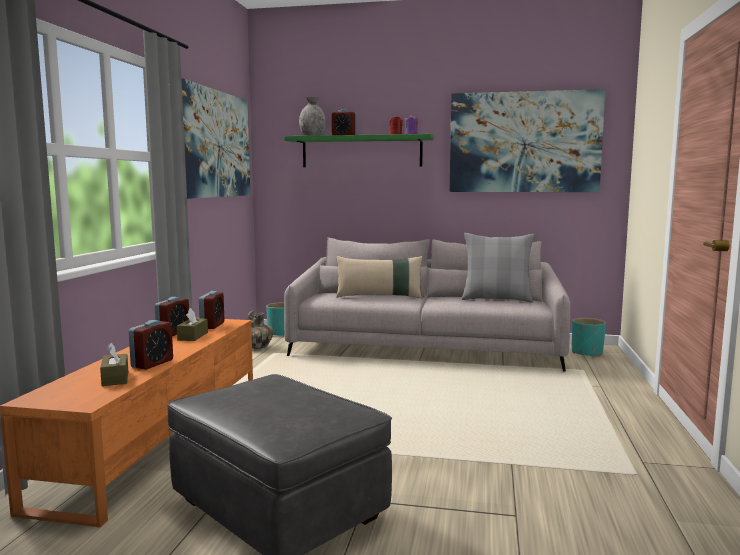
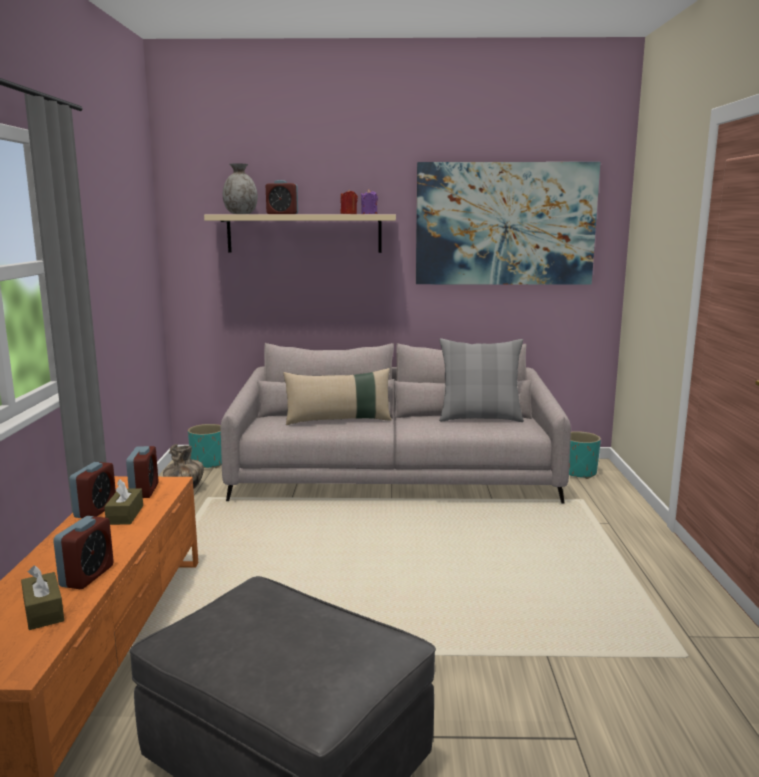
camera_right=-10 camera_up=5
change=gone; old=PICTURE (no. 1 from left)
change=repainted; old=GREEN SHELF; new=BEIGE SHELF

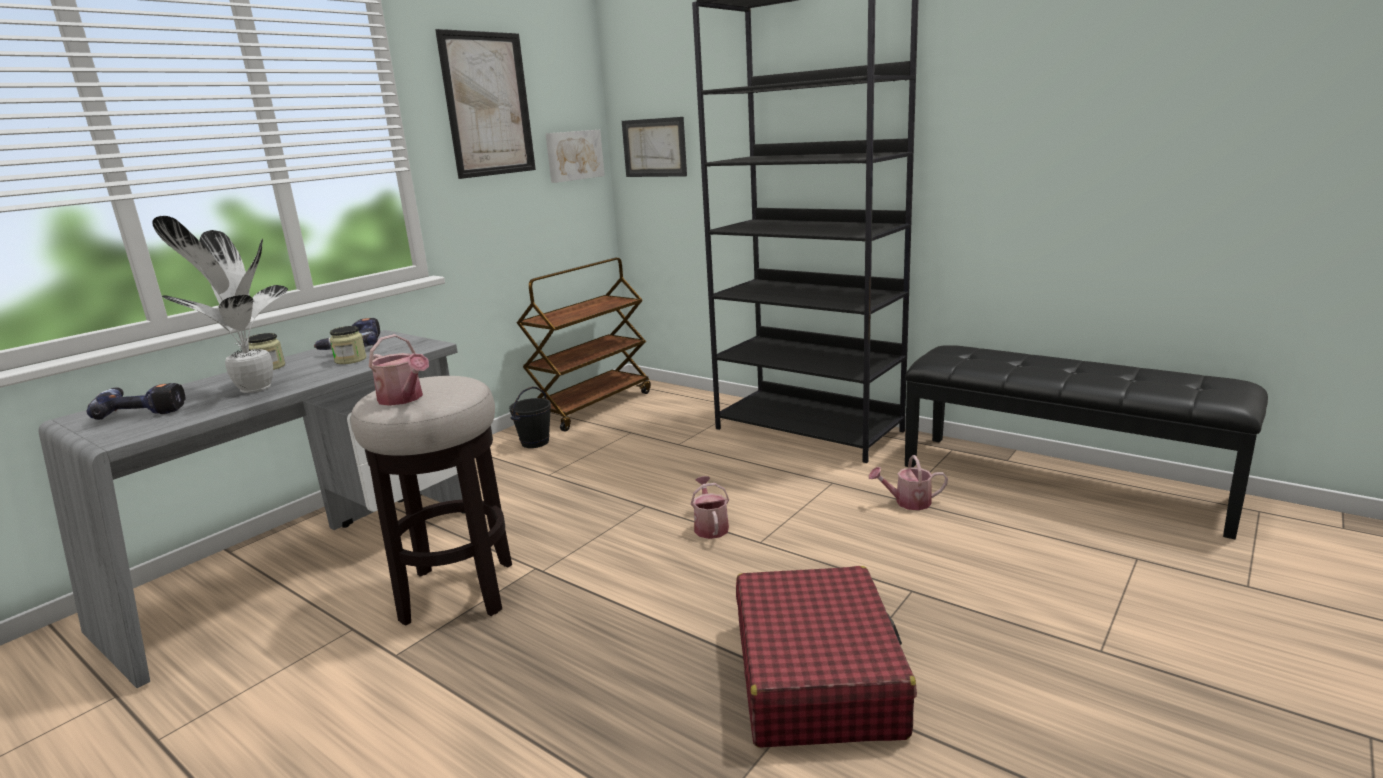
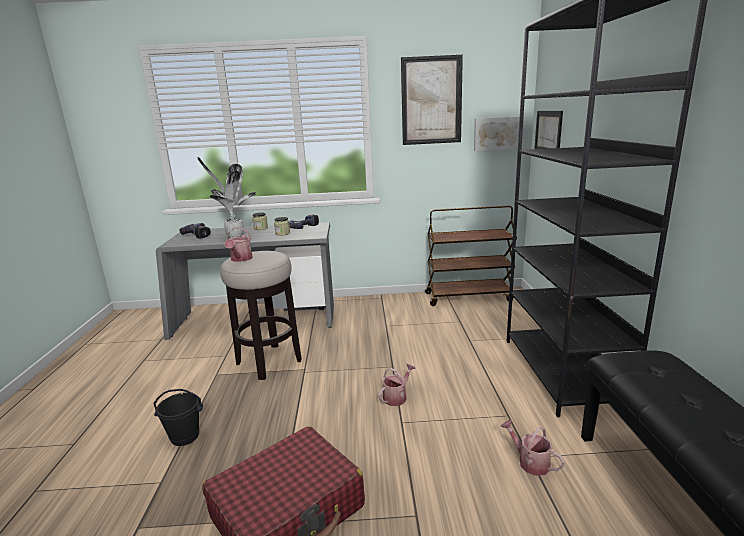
camera_right=50 camera_up=0
change=shifted; old=BLACK BUCKET

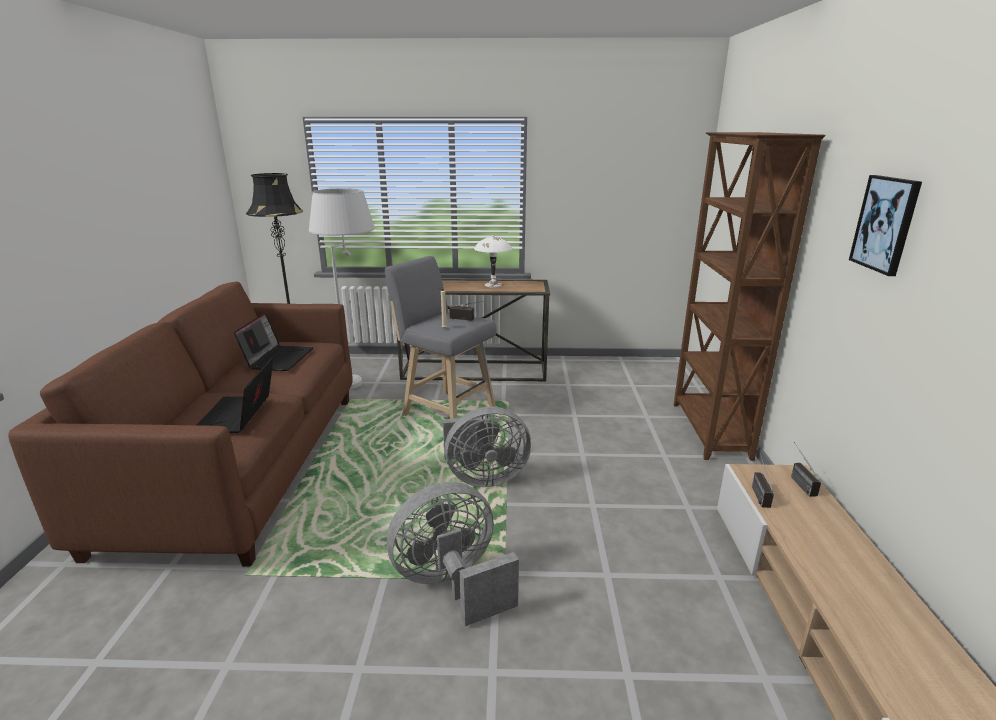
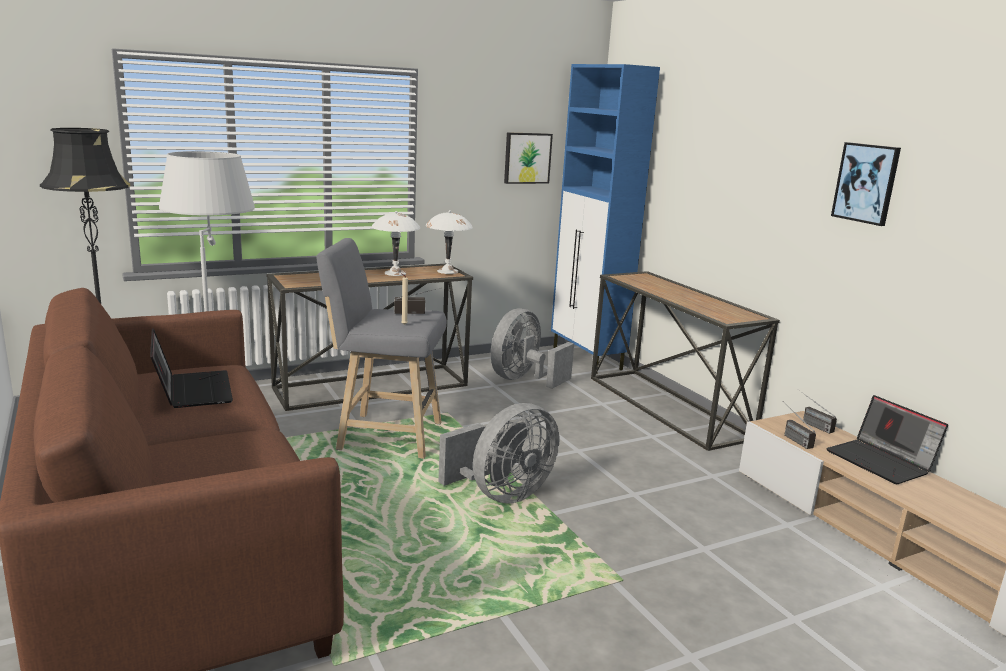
camera_right=-30 camera_up=-5
change=shifted; old=LAPTOP (no. 1 from left in the first image); new=LAPTOP (no. 2 from left)
change=shifted; old=GREY FAN (no. 1 from left in the first image); new=GREY FAN (no. 2 from left)
change=swapped; old=BROWN BOOKCASE; new=CONSOLE TABLE (no. 2 from left)
change=new; new=WHITE TABLE LAMP (no. 2 from left)
change=new; new=PICTURE (no. 1 from left)
change=new; new=BLUE CABINET

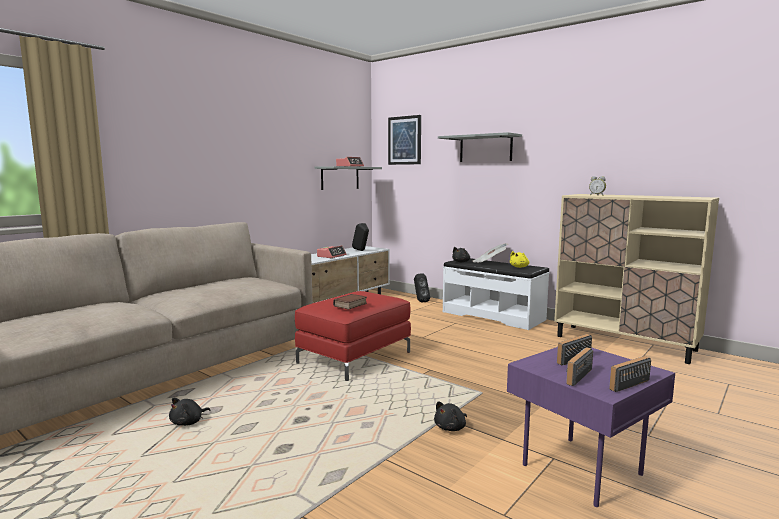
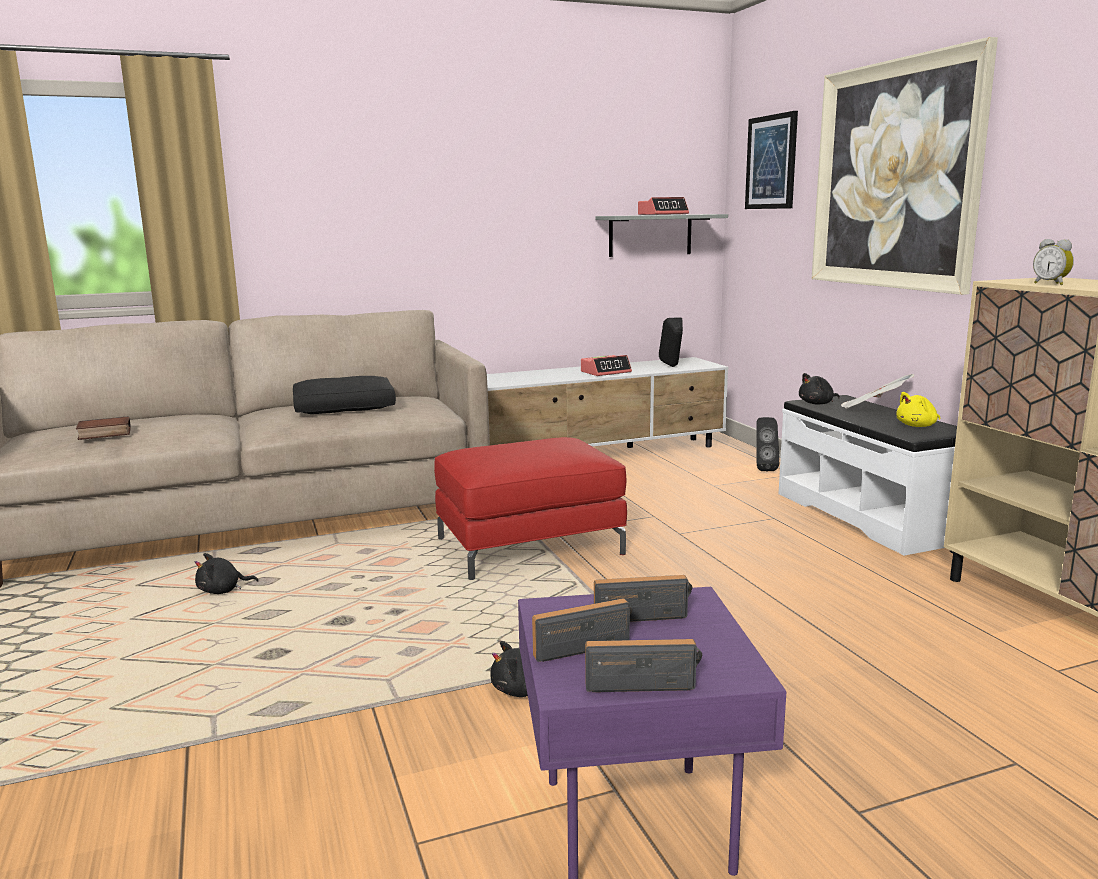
camera_right=30 camera_up=5
change=shifted; old=BOOK
change=swapped; old=GREY SHELF (no. 2 from left); new=PICTURE (no. 2 from left)
change=new; new=BLACK PILLOW

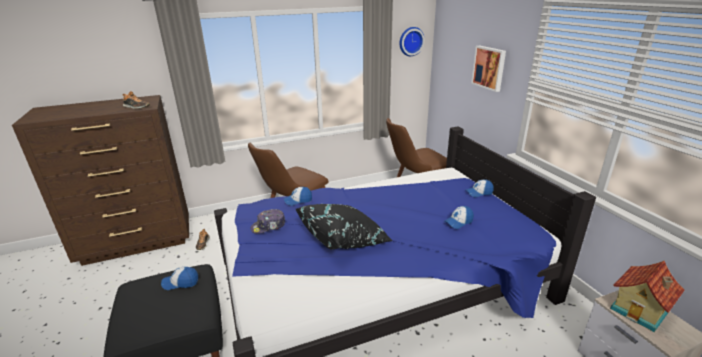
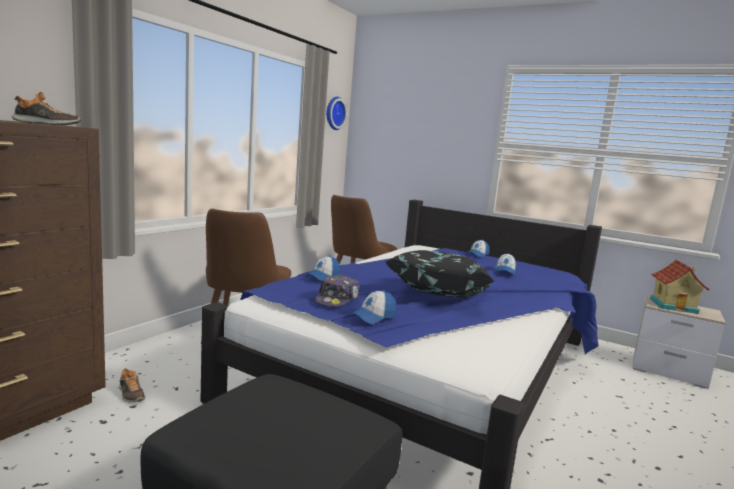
camera_right=-40 camera_up=-15
change=shifted; old=CAP (no. 1 from left in the first image); new=CAP (no. 3 from left)
change=gone; old=PICTURE

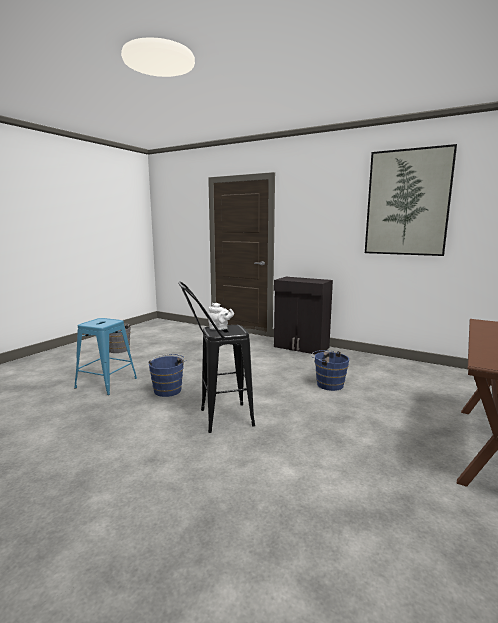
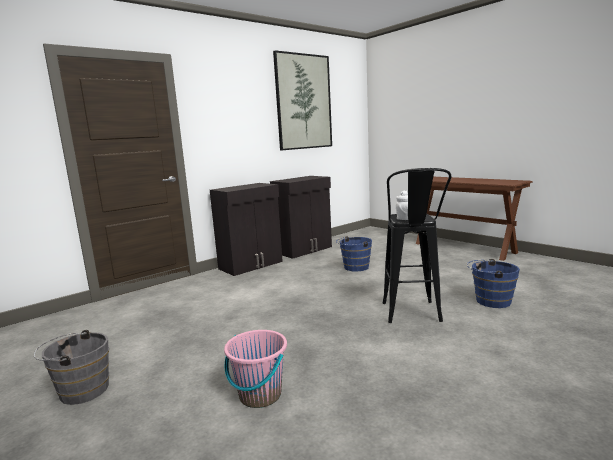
camera_right=-70 camera_up=0
change=swapped; old=BLUE STOOL; new=PINK BUCKET
change=shifted; old=BLUE BUCKET (no. 1 from left in the first image); new=BLUE BUCKET (no. 2 from left)
change=new; new=BLACK CABINET (no. 2 from left)

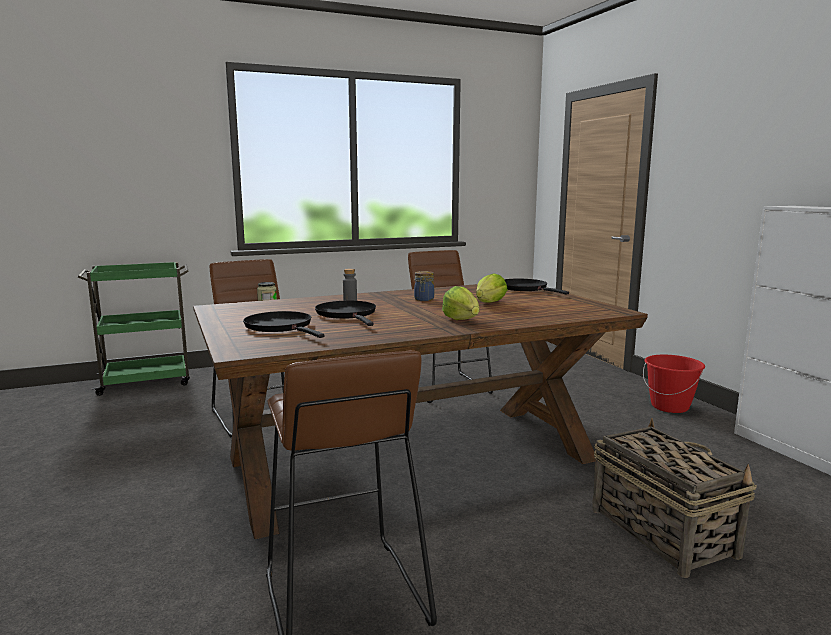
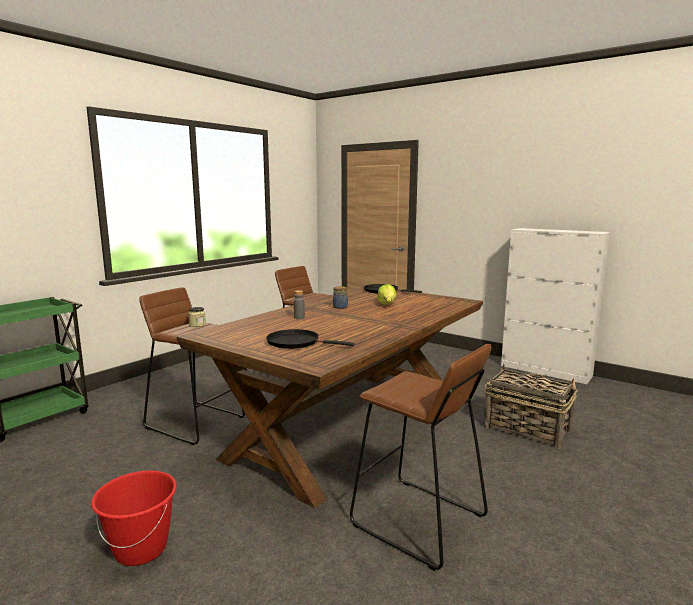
camera_right=-30 camera_up=0
change=gone; old=BLACK FRYING PAN (no. 2 from left)
change=gone; old=LETTUCE (no. 1 from left)
change=shifted; old=RED BUCKET

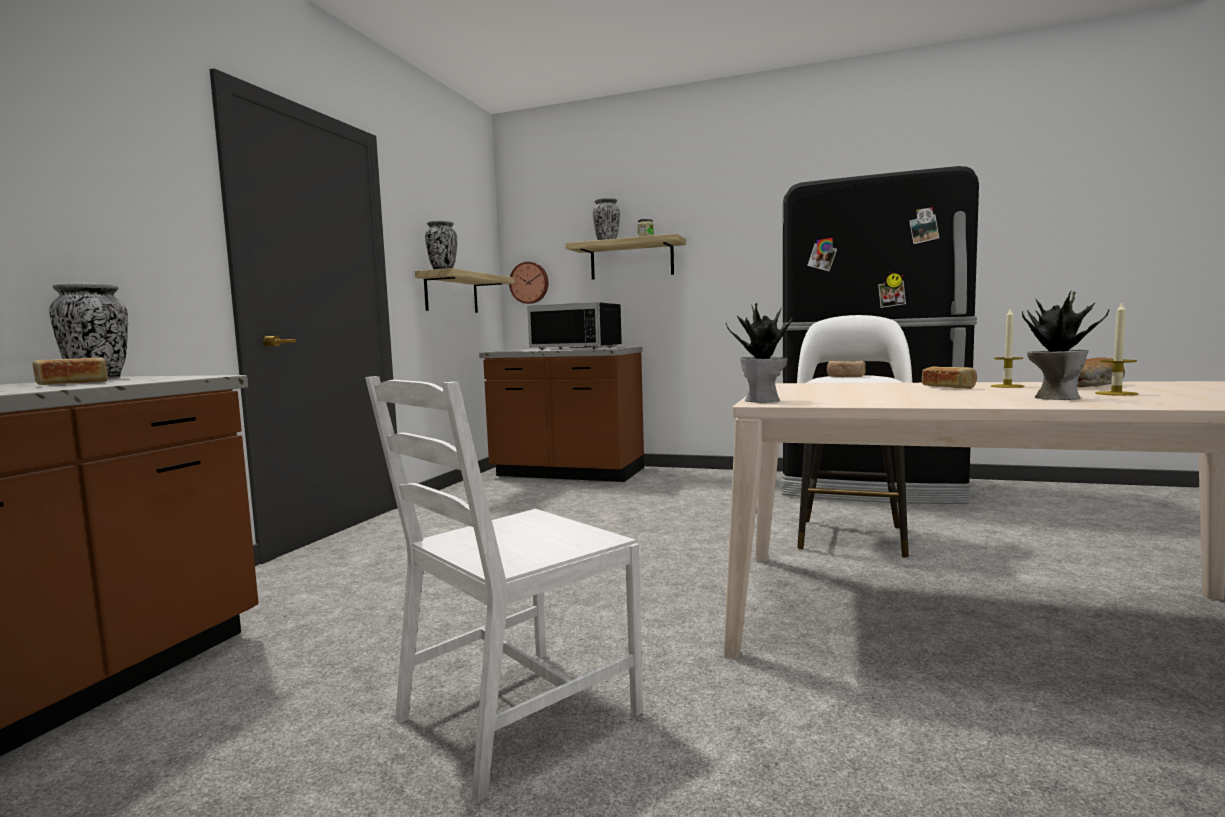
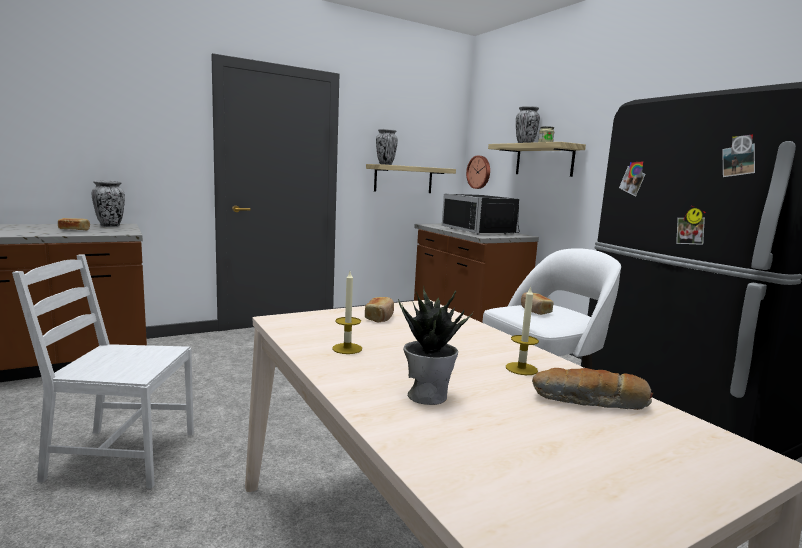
camera_right=40 camera_up=5
change=gone; old=POTTED PLANT (no. 1 from left)
change=shifted; old=BREAD (no. 3 from left in the first image); new=BREAD (no. 2 from left)
change=shifted; old=CANDLE (no. 2 from left in the first image); new=CANDLE (no. 1 from left)

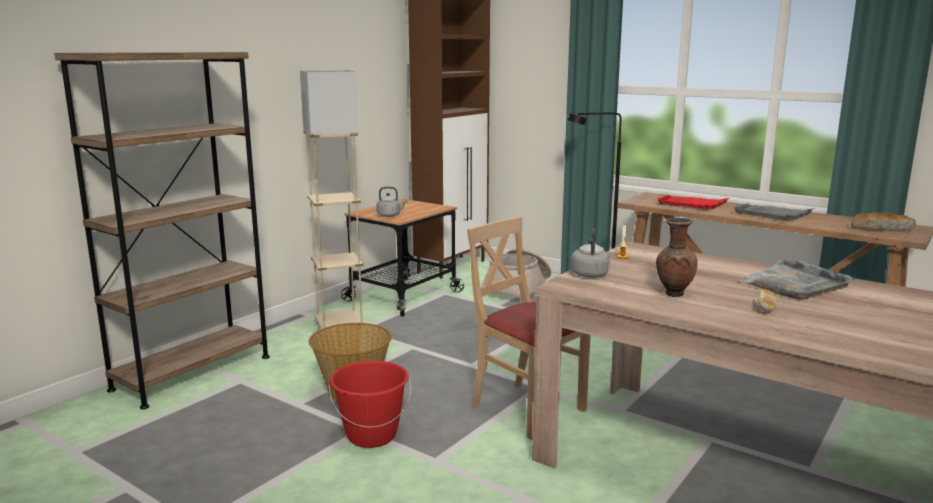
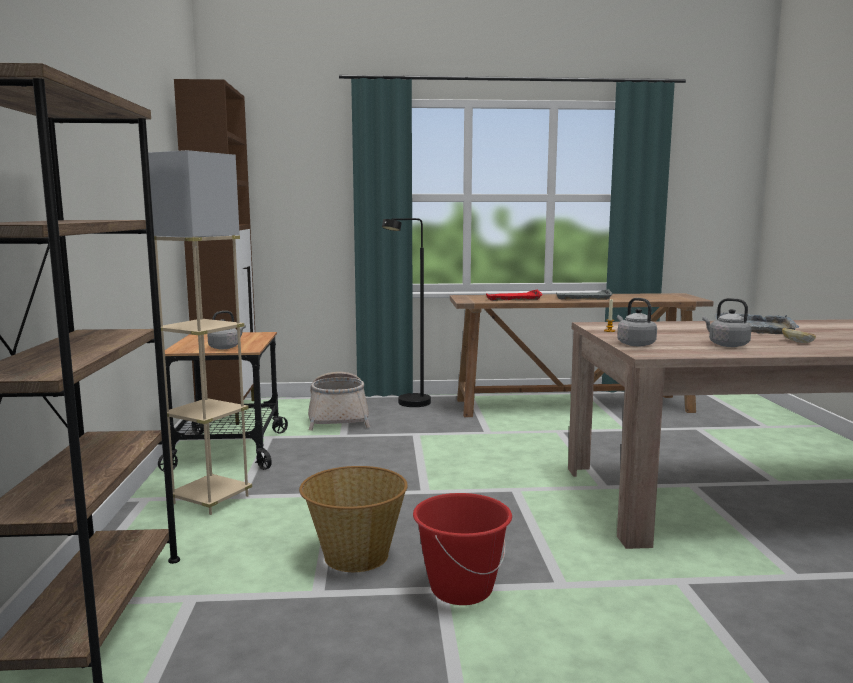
camera_right=-40 camera_up=-5
change=gone; old=BEIGE CHAIR
change=swapped; old=BROWN VASE; new=GREY KETTLE (no. 3 from left)
change=gone; old=BREAD (no. 2 from left)

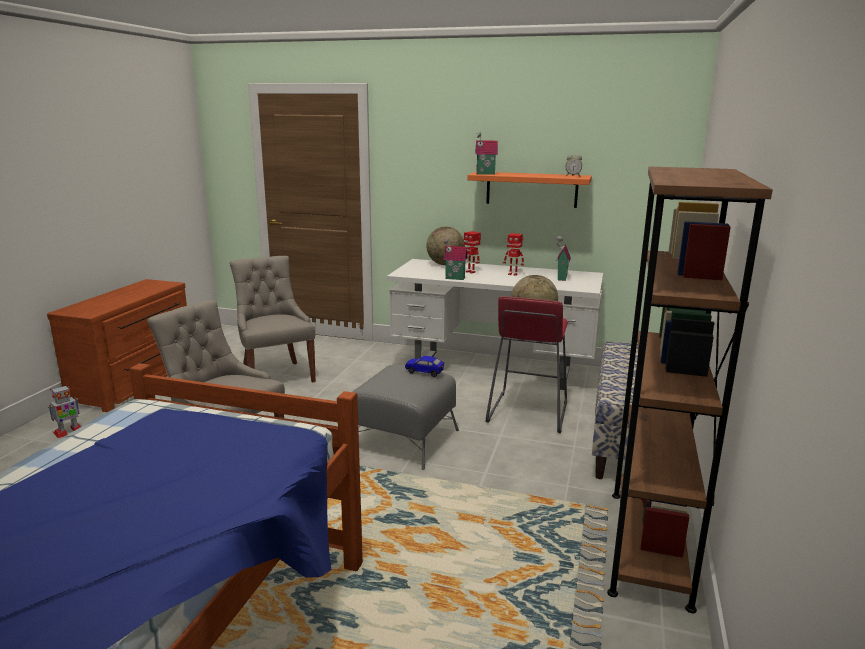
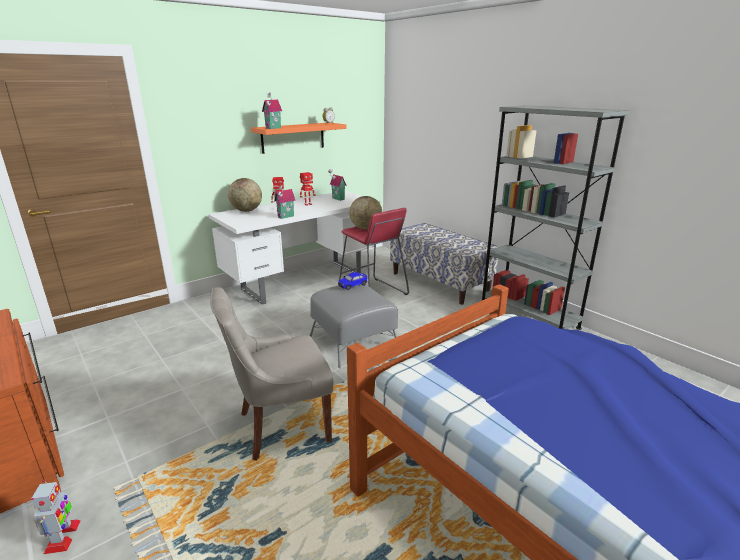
camera_right=-55 camera_up=5
change=gone; old=GREY CHAIR (no. 2 from left)
change=repainted; old=BROWN BOOKCASE; new=GREY BOOKCASE

